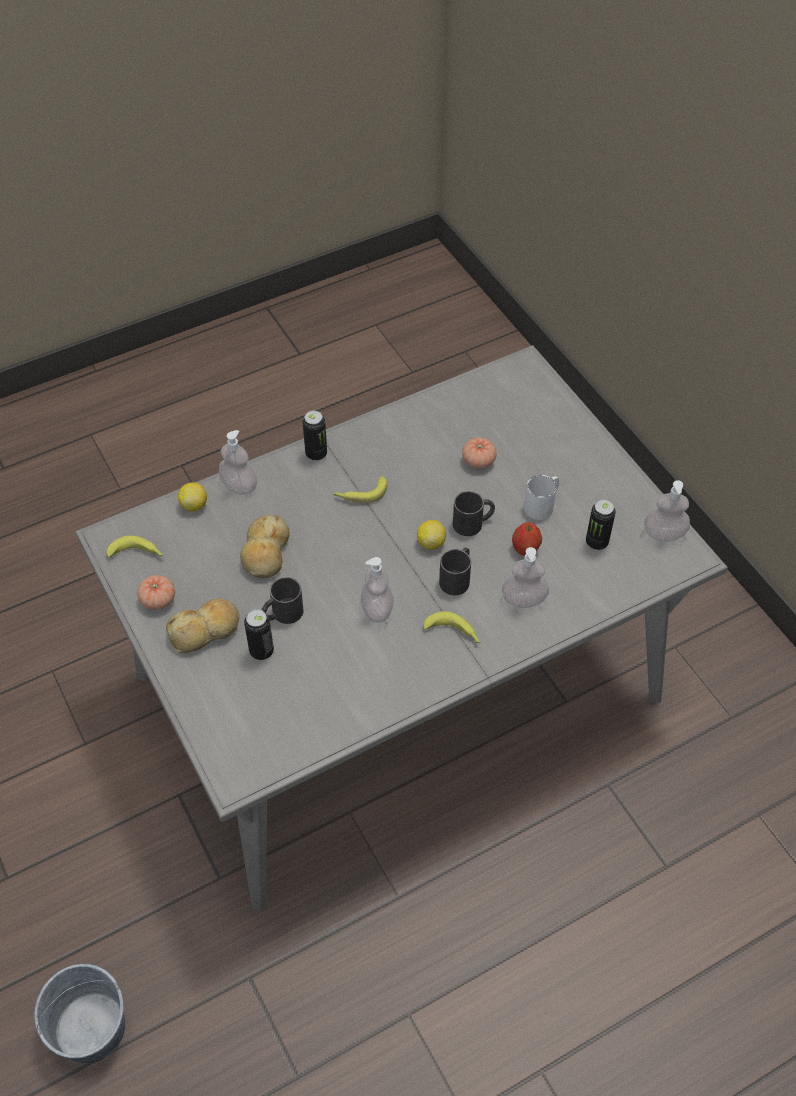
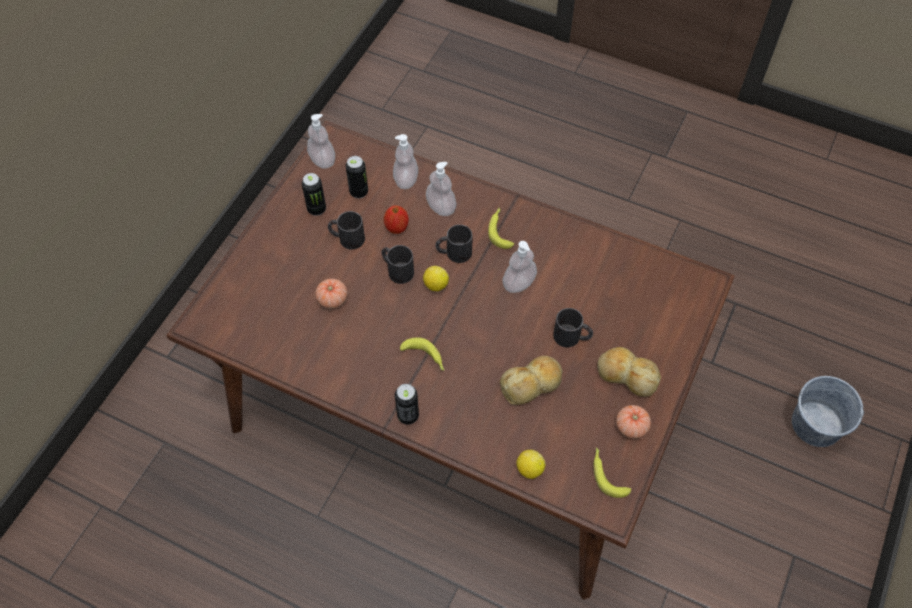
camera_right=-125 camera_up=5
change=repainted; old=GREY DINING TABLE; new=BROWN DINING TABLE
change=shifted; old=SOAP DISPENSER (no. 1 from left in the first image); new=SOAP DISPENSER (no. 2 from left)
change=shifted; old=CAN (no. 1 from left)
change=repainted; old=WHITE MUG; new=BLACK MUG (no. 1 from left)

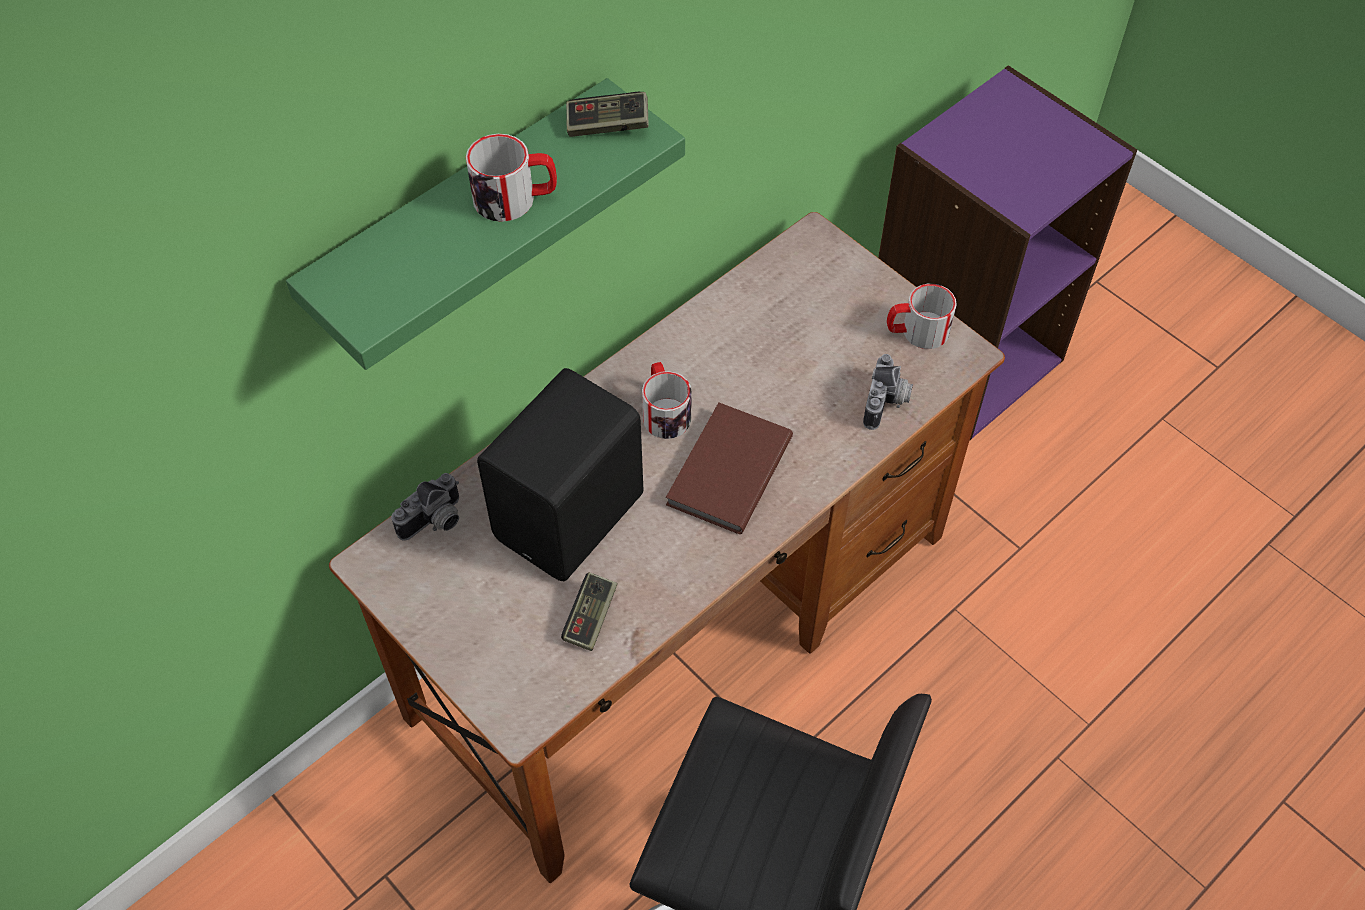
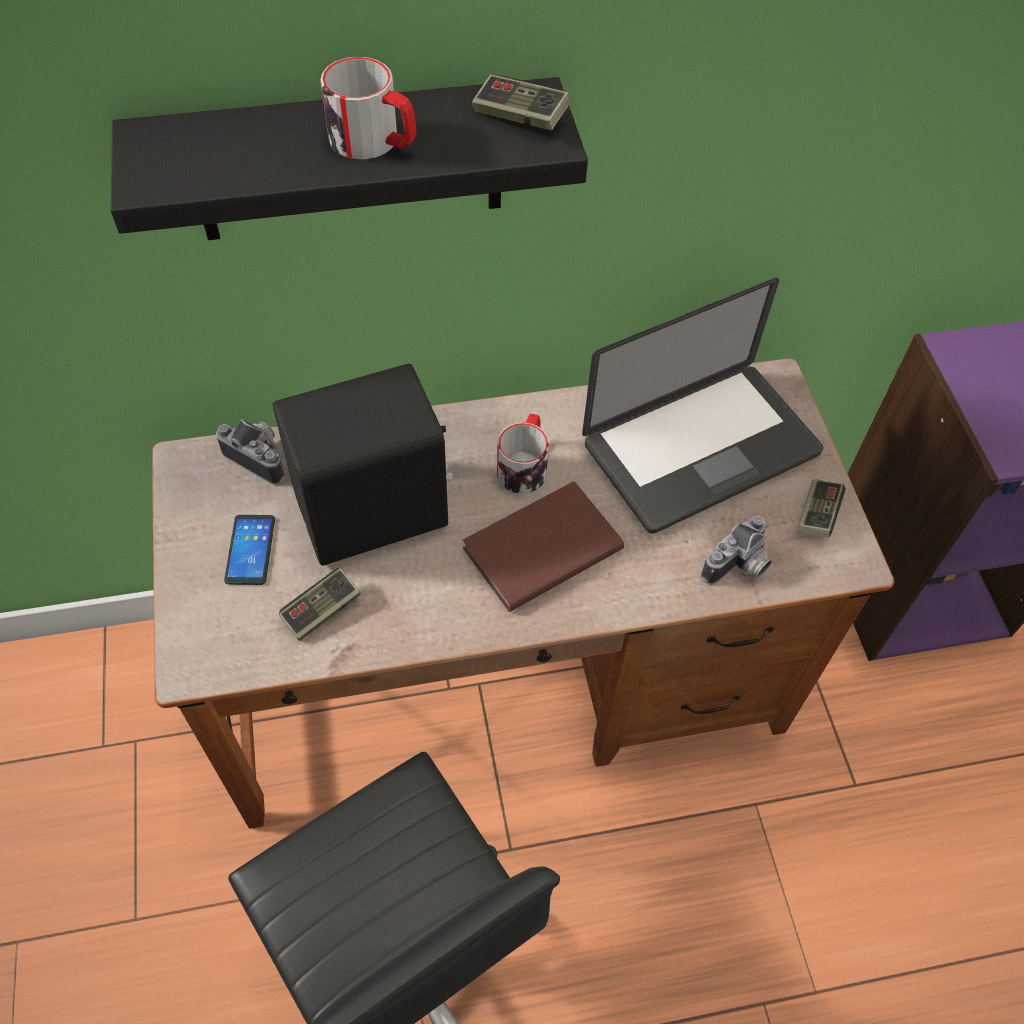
camera_right=30 camera_up=0
change=repainted; old=GREEN SHELF; new=BLACK SHELF
change=rotated; old=PHOTO CAMERA (no. 1 from left); degrees=-135
change=swapped; old=MUG (no. 3 from left); new=GAME CONTROLLER (no. 3 from left)
change=new; new=PHONE
change=new; new=LAPTOP

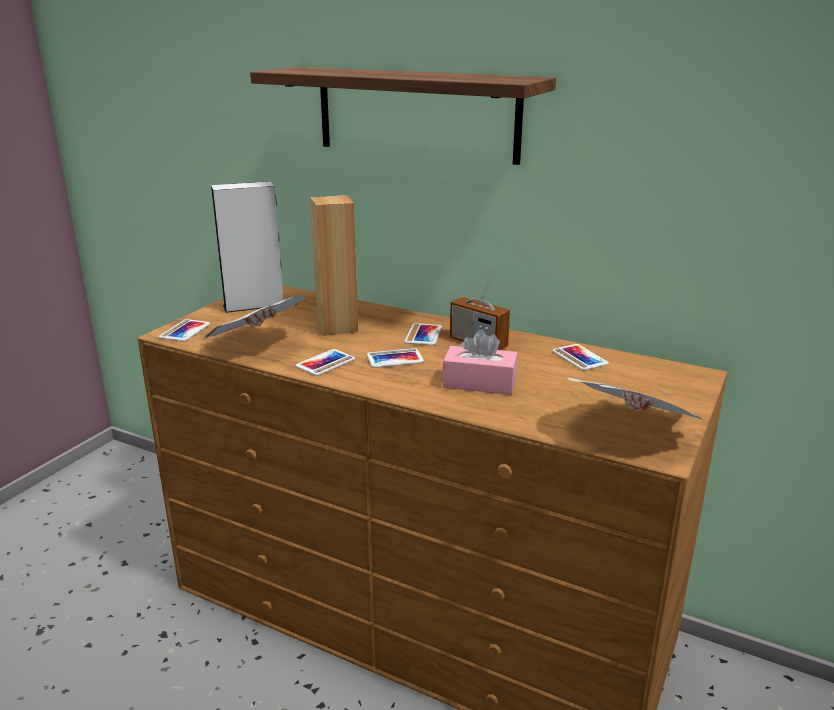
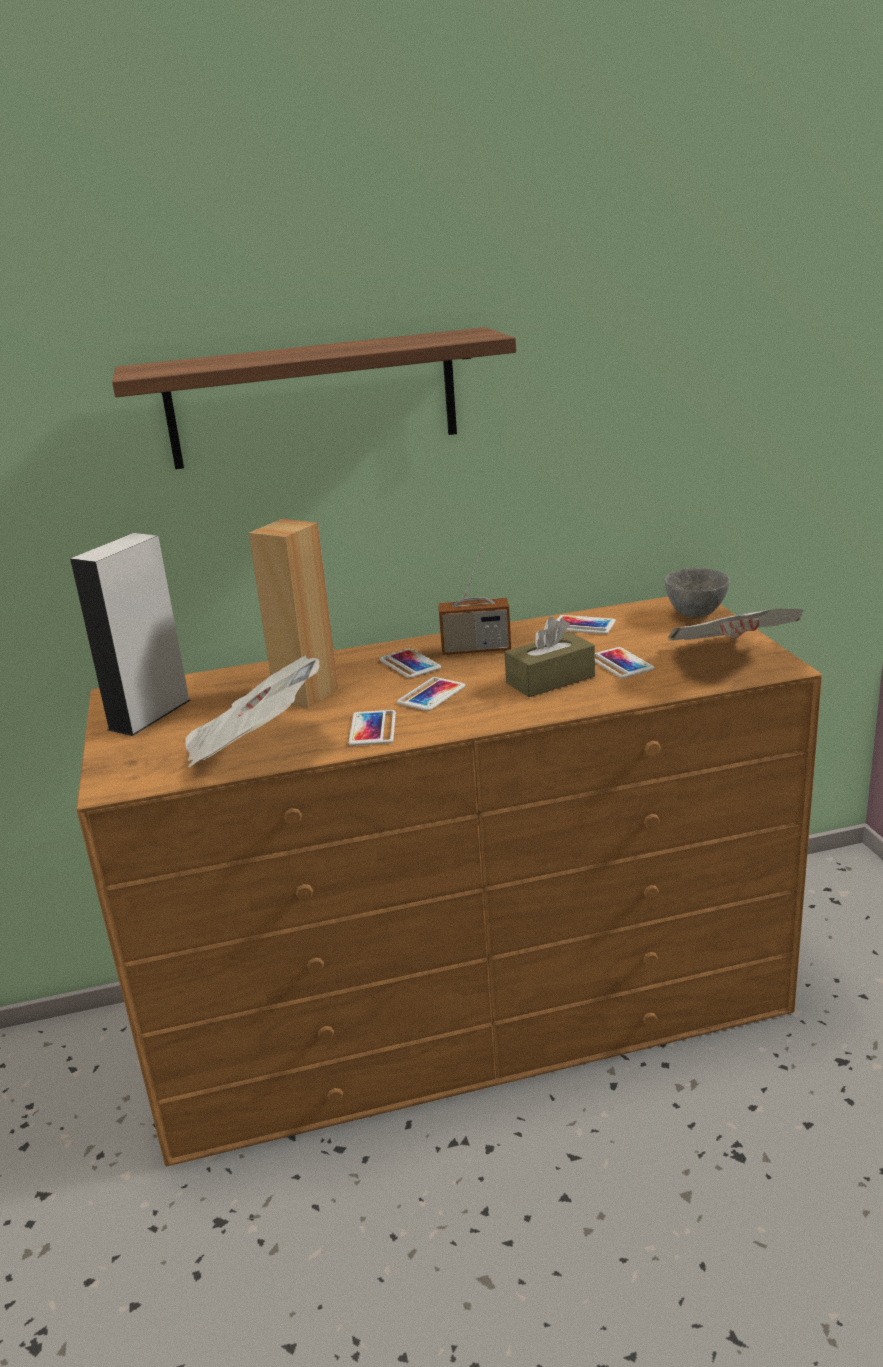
camera_right=-40 camera_up=0
change=shifted; old=PHONE (no. 1 from left in the first image); new=PHONE (no. 5 from left)
change=repainted; old=PINK TISSUE BOX; new=BROWN TISSUE BOX
change=new; new=GREY BOWL

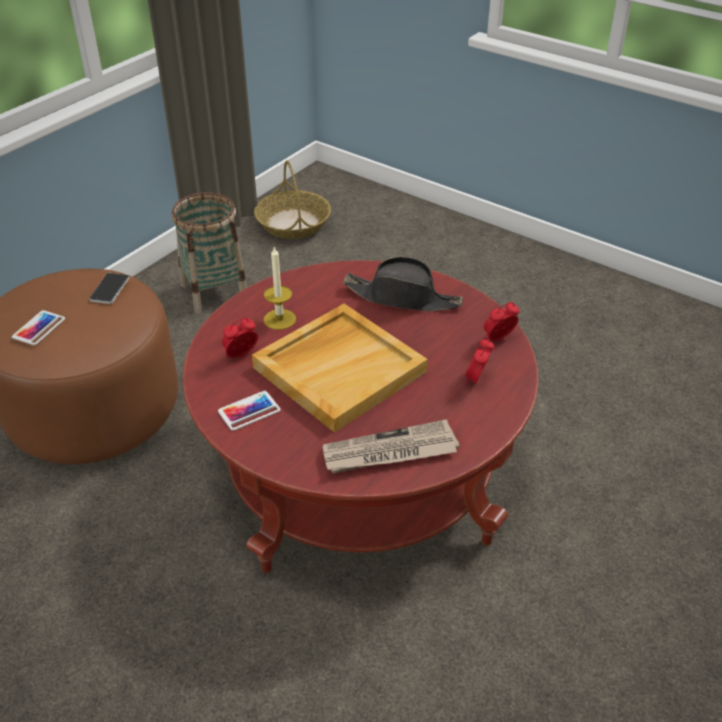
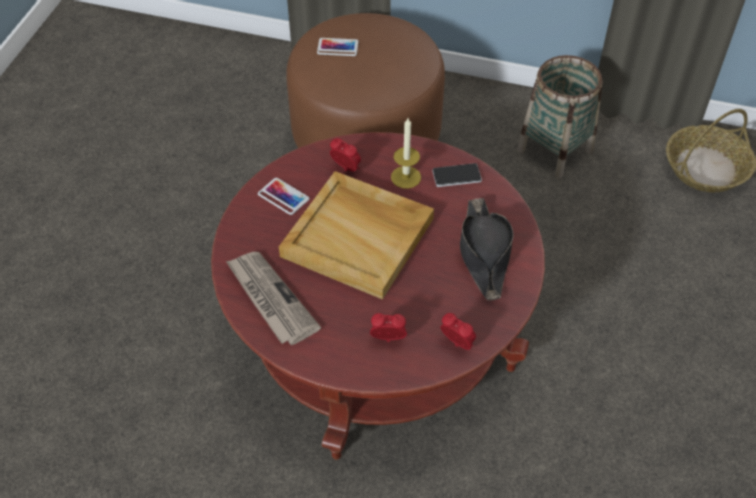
camera_right=70 camera_up=10
change=shifted; old=PHONE (no. 2 from left in the first image); new=PHONE (no. 3 from left)

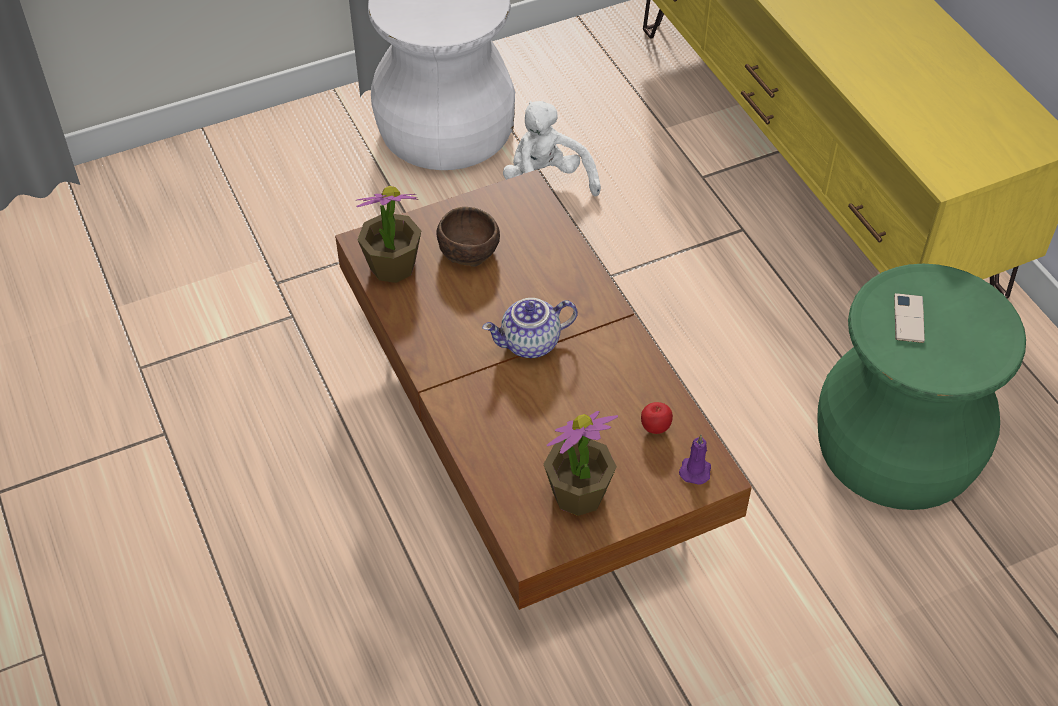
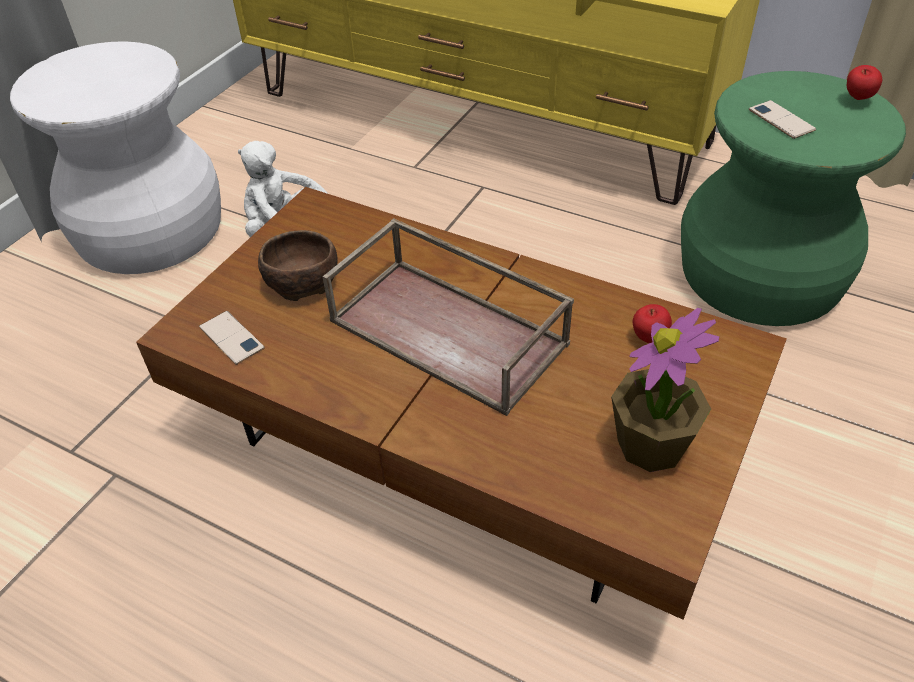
camera_right=-35 camera_up=-5
change=swapped; old=POTTED PLANT (no. 1 from left); new=PHONE (no. 1 from left)
change=swapped; old=TEAPOT; new=BROWN TRAY
change=gone; old=PURPLE CANDLE
change=new; new=APPLE (no. 2 from left)

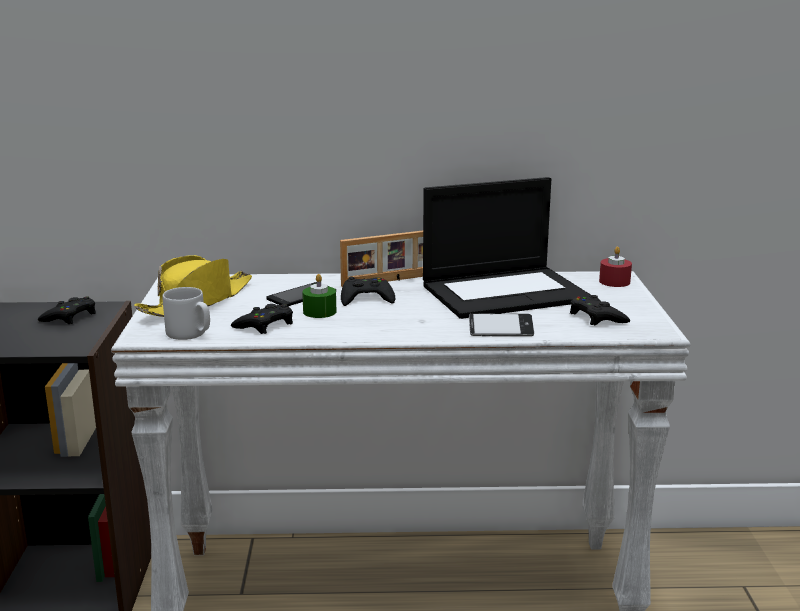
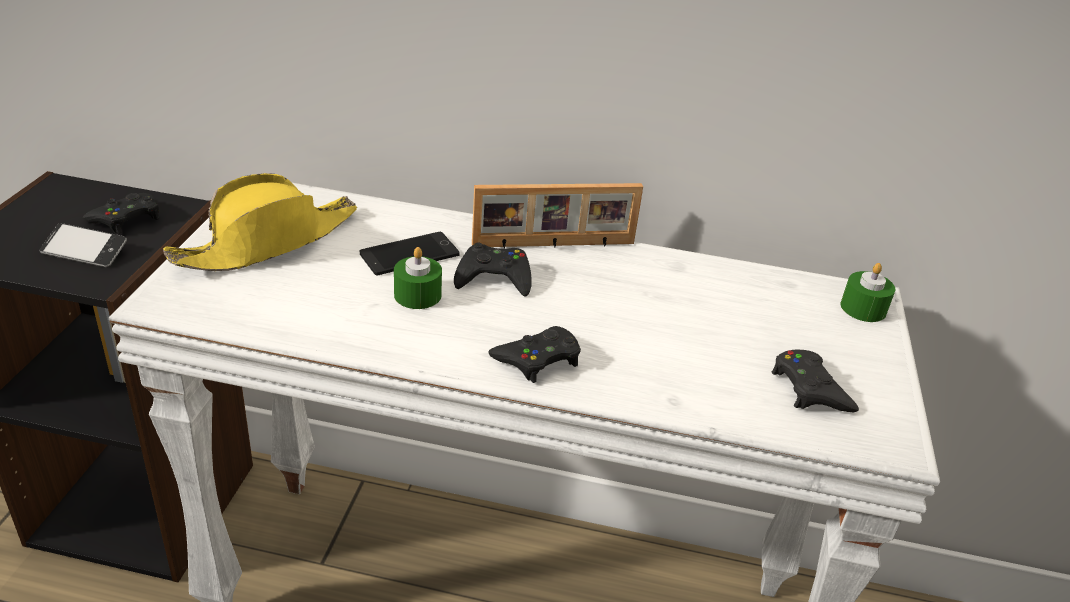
camera_right=10 camera_up=15
change=gone; old=GREY MUG
change=shifted; old=BLACK GAME CONTROLLER (no. 2 from left in the first image); new=BLACK GAME CONTROLLER (no. 3 from left)
change=gone; old=LAPTOP
change=shifted; old=PHONE (no. 2 from left in the first image); new=PHONE (no. 1 from left)
change=repainted; old=RED CANDLE; new=GREEN CANDLE (no. 2 from left)

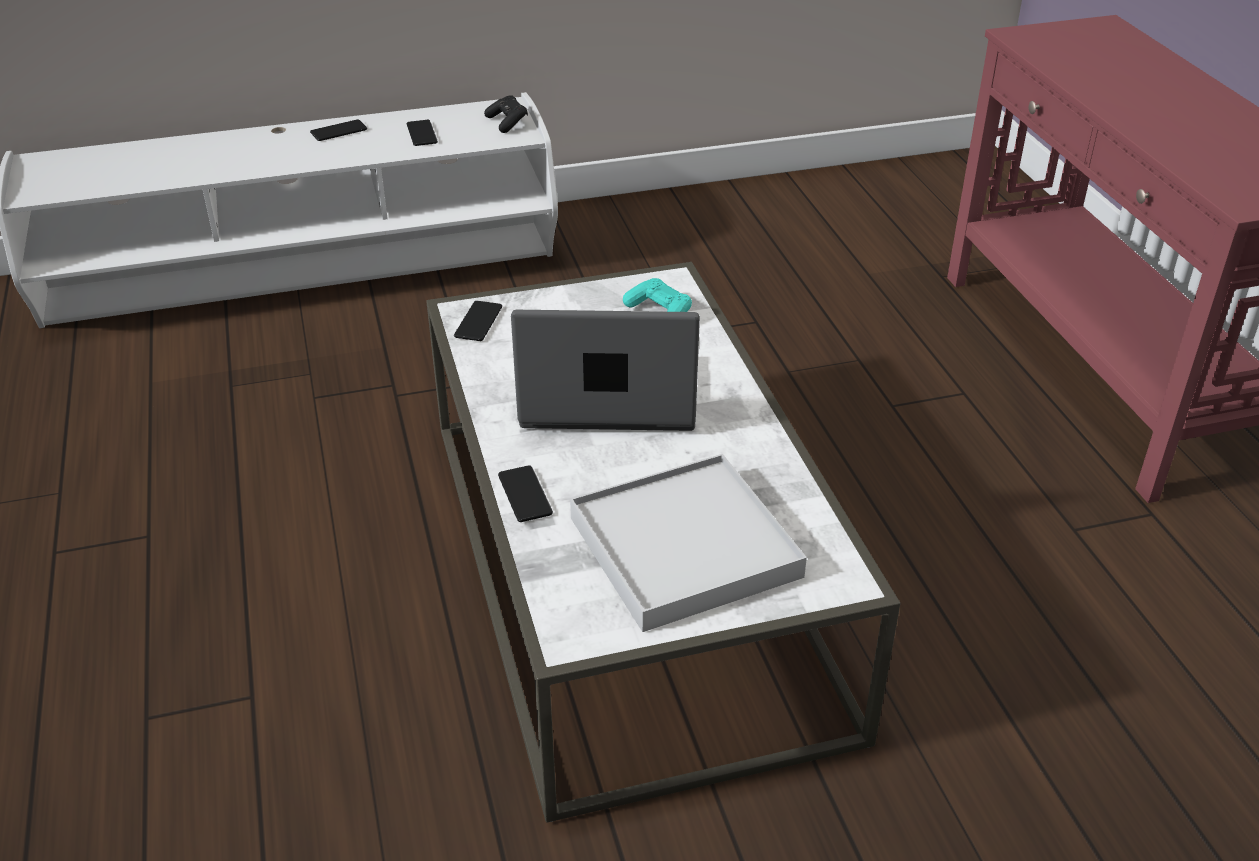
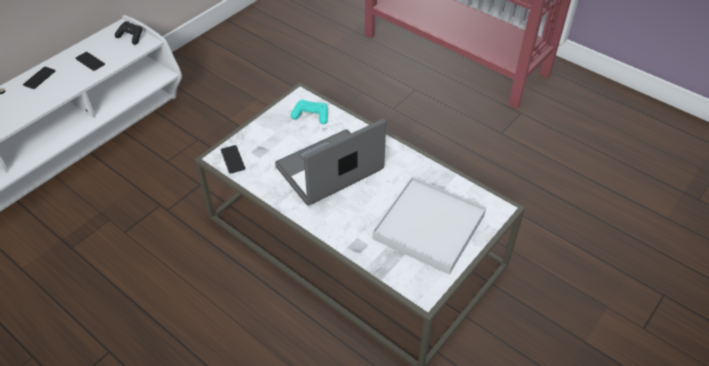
camera_right=-35 camera_up=10
change=gone; old=PHONE (no. 4 from left)

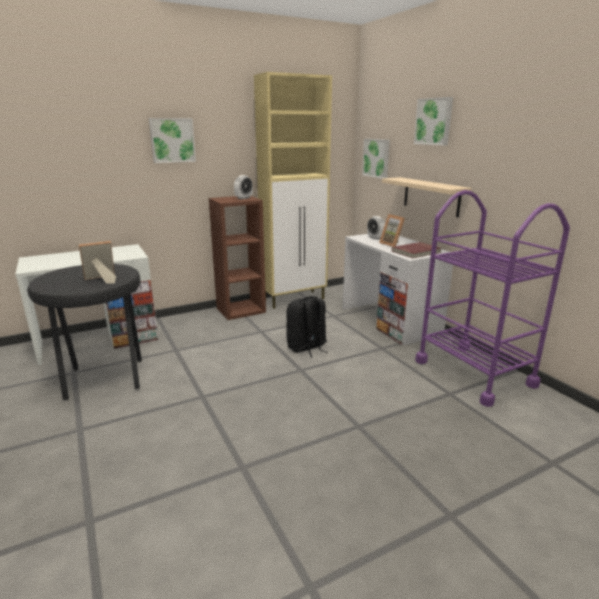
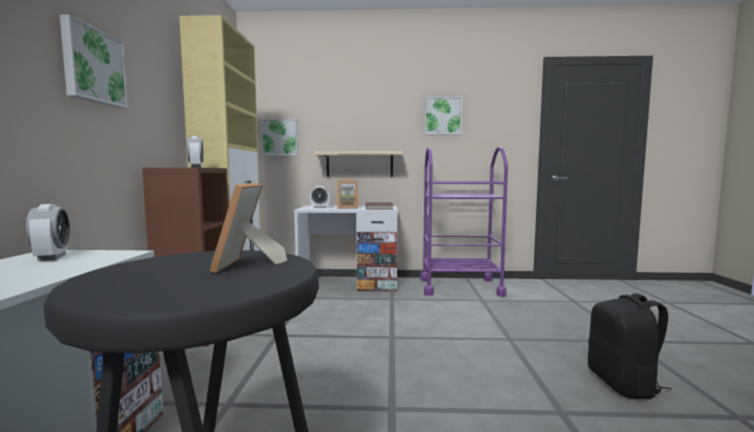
camera_right=-60 camera_up=-15
change=shifted; old=BLACK BACKPACK
change=shifted; old=PICTURE (no. 3 from left)
change=new; new=ALARM CLOCK (no. 1 from left)

